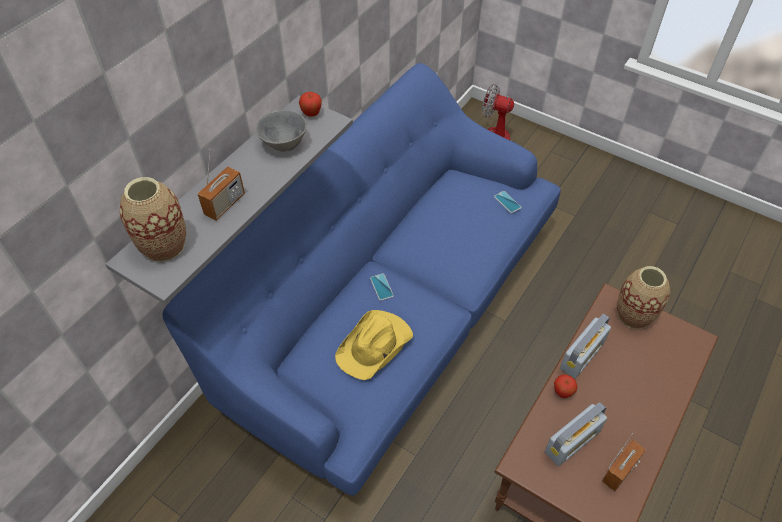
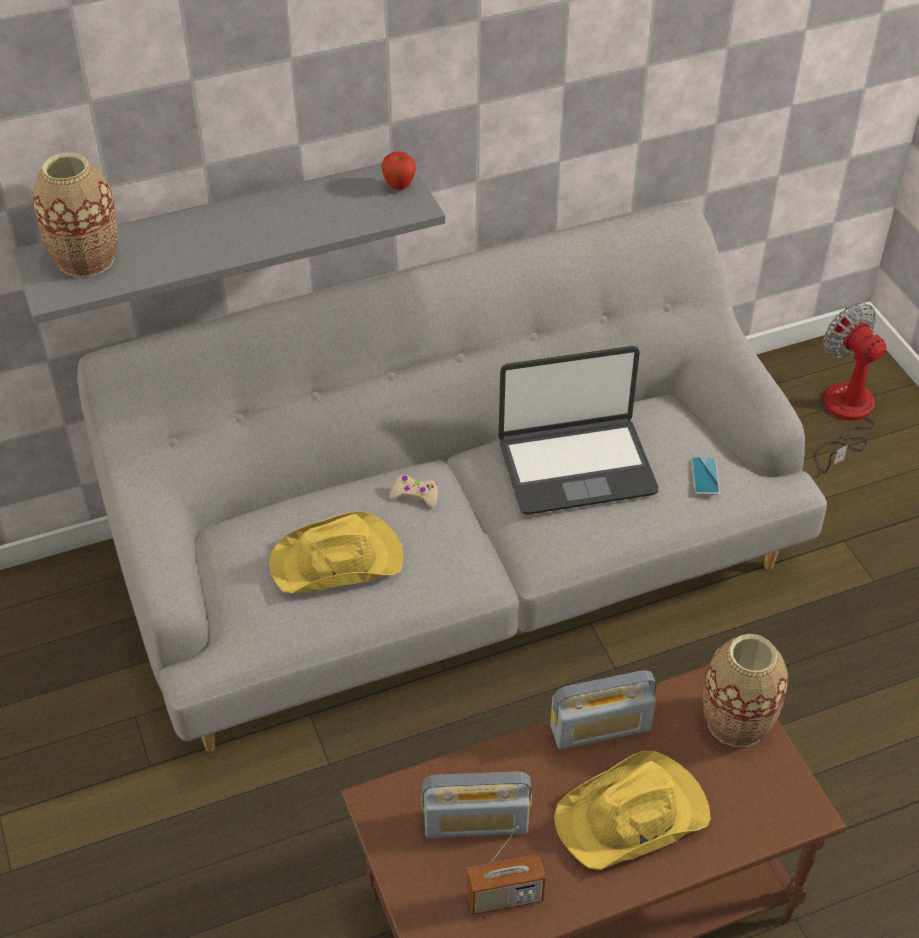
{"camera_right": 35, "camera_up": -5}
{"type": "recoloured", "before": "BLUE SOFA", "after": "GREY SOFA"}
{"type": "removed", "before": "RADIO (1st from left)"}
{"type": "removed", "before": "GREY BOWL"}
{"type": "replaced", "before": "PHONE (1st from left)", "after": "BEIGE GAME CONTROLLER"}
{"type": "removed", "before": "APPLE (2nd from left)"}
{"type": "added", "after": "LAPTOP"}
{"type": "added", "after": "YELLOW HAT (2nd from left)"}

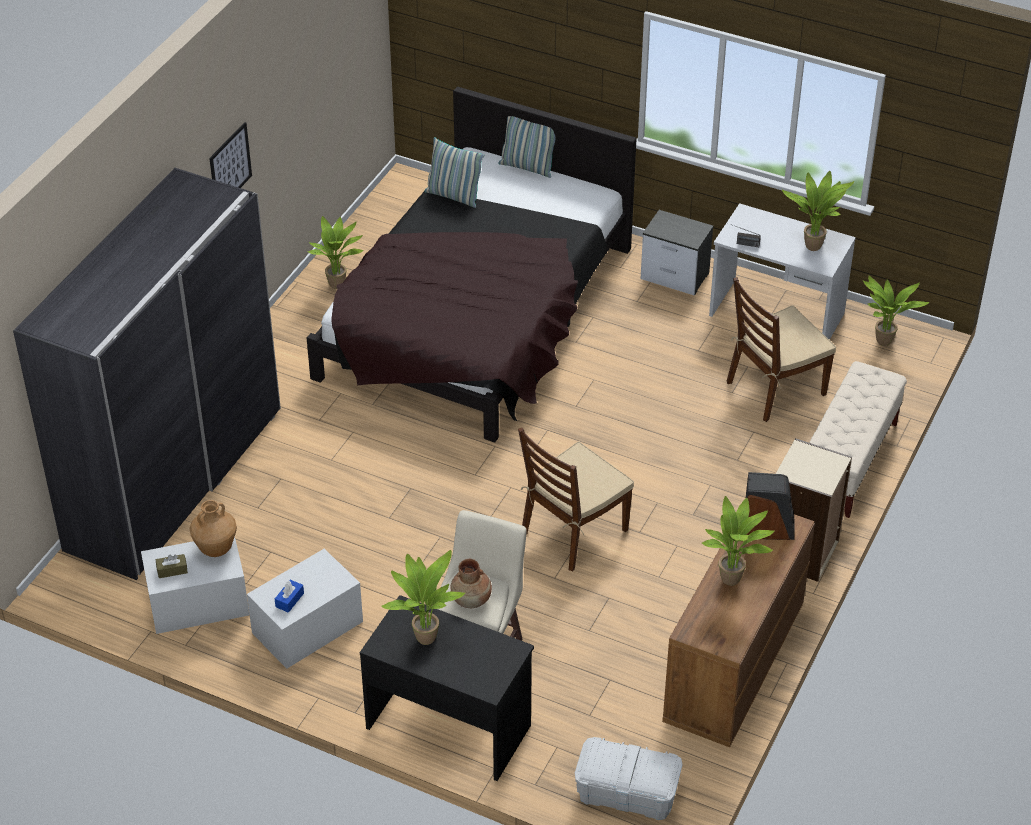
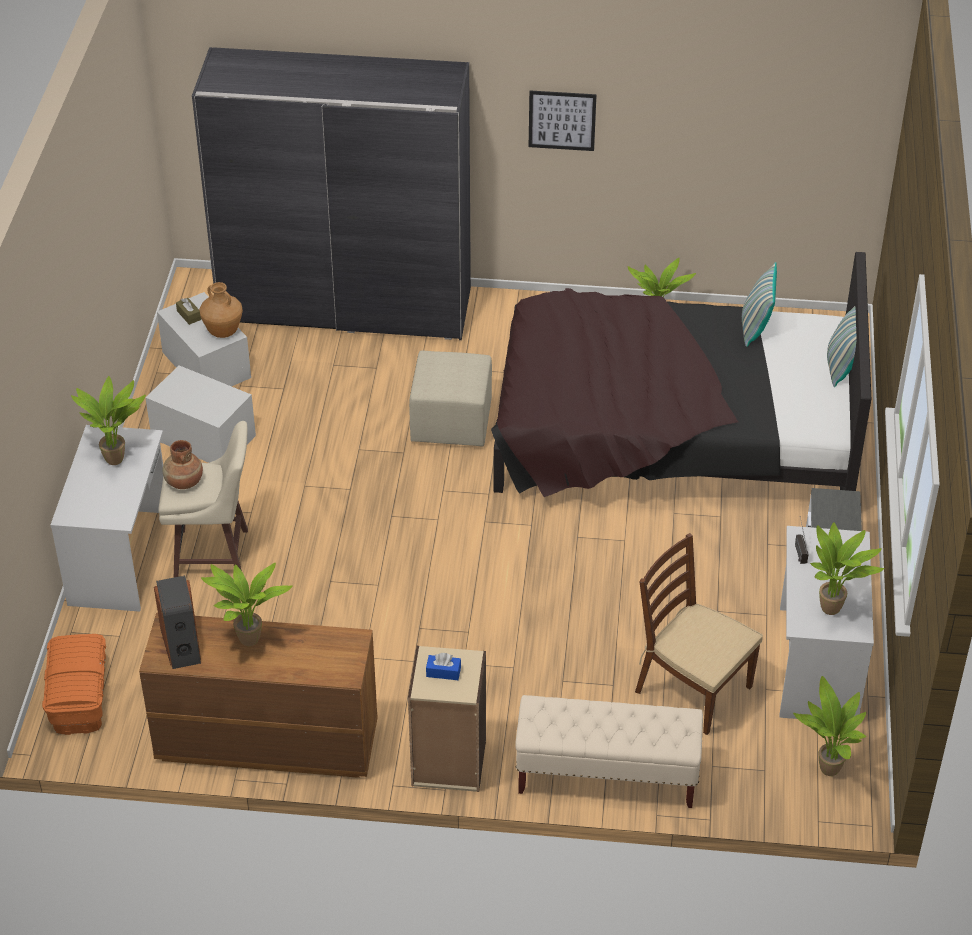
{"camera_right": 70, "camera_up": 0}
{"type": "moved", "before": "BLUE TISSUE BOX"}
{"type": "recoloured", "before": "BLACK DESK", "after": "WHITE DESK (1st from left)"}
{"type": "removed", "before": "BROWN CHAIR (1st from left)"}
{"type": "recoloured", "before": "WHITE STORAGE BOX (3rd from left)", "after": "ORANGE STORAGE BOX"}
{"type": "moved", "before": "SPEAKER"}
{"type": "added", "after": "BEIGE OTTOMAN"}

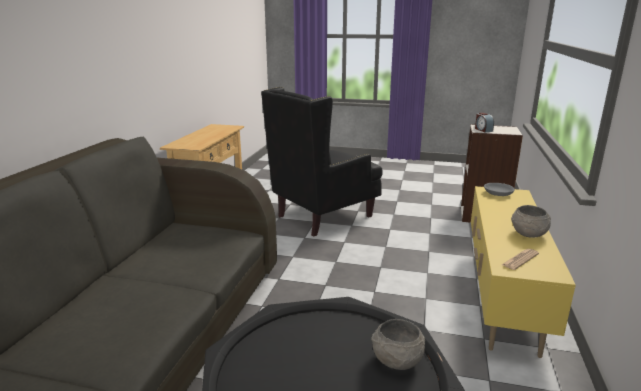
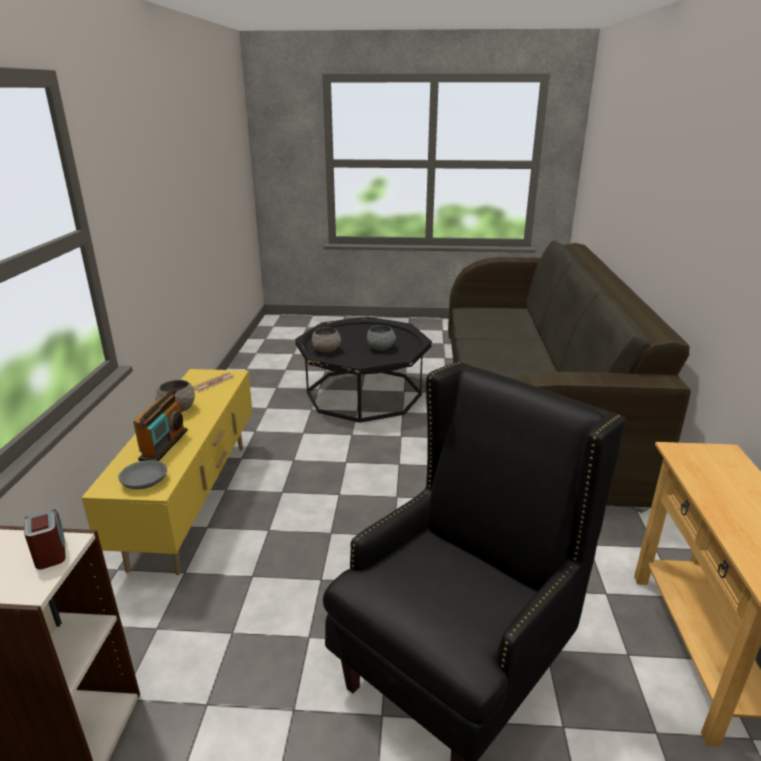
{"camera_right": 170, "camera_up": 5}
{"type": "added", "after": "RADIO"}
{"type": "added", "after": "GREY BOWL (4th from left)"}

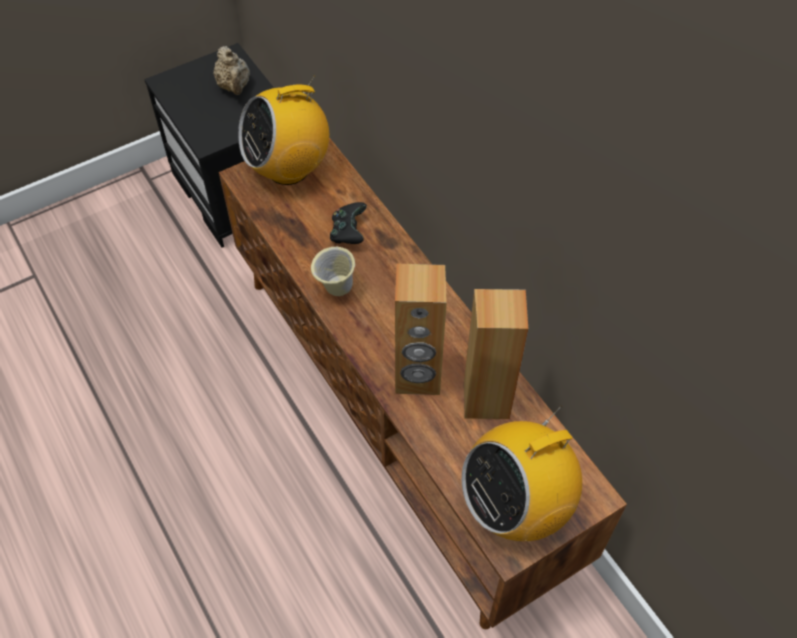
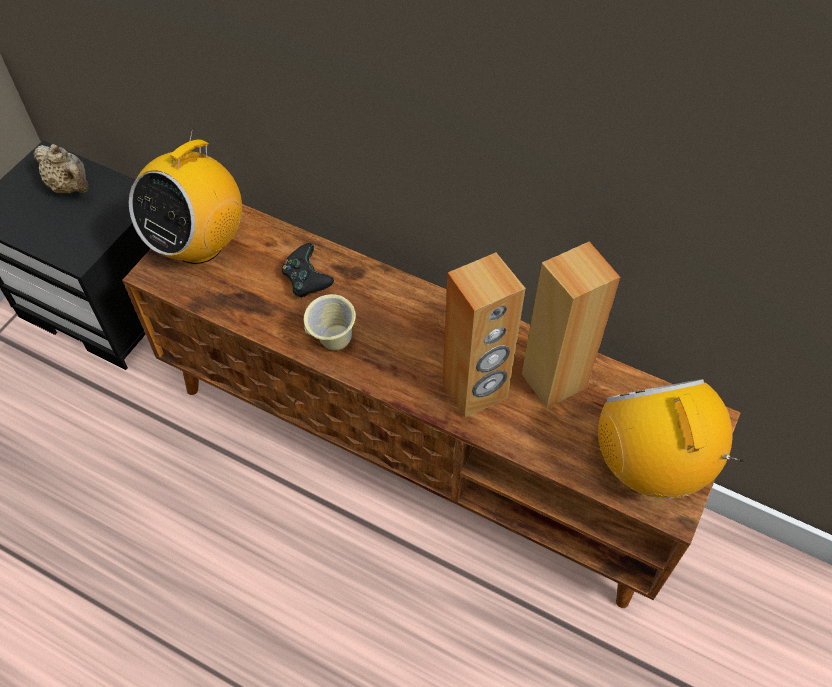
{"camera_right": -30, "camera_up": 0}
{"type": "turned", "before": "RADIO (2nd from left)", "turn": 135}

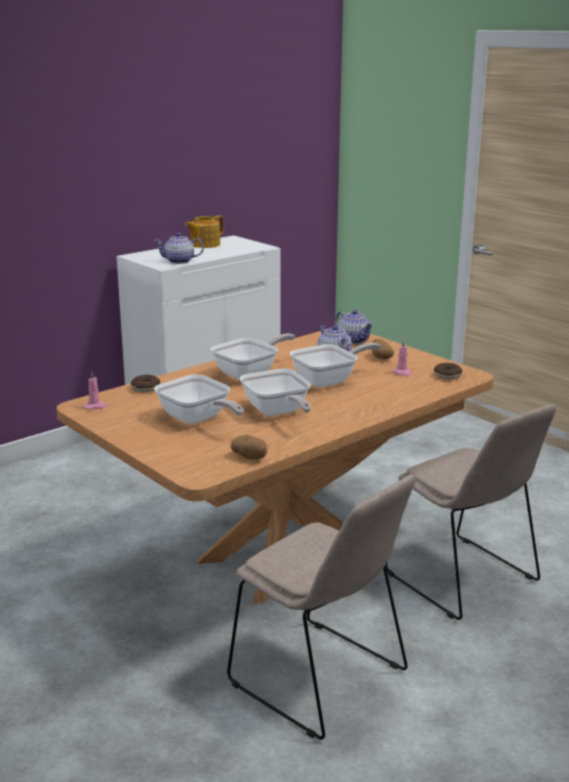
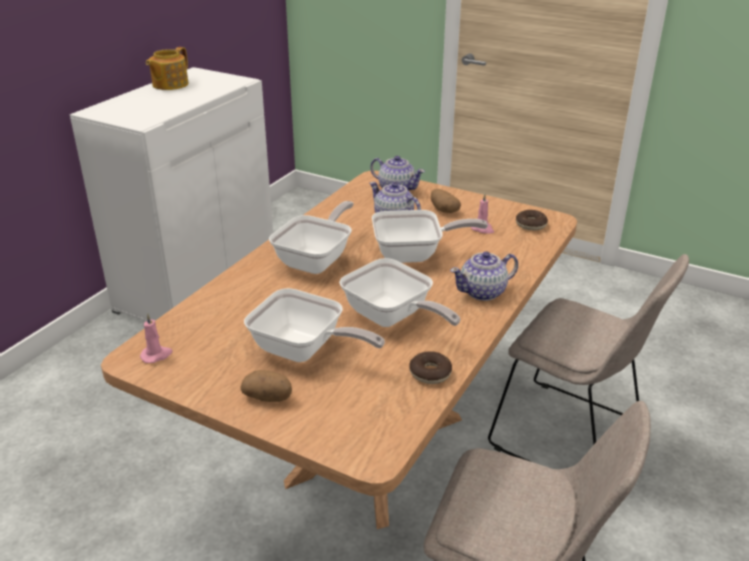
{"camera_right": -20, "camera_up": 10}
{"type": "moved", "before": "DONUT (1st from left)"}
{"type": "moved", "before": "TEAPOT (1st from left in the first image)", "after": "TEAPOT (4th from left)"}
{"type": "moved", "before": "POTATO (1st from left)"}
{"type": "turned", "before": "FRYING PAN (4th from left)", "turn": 45}

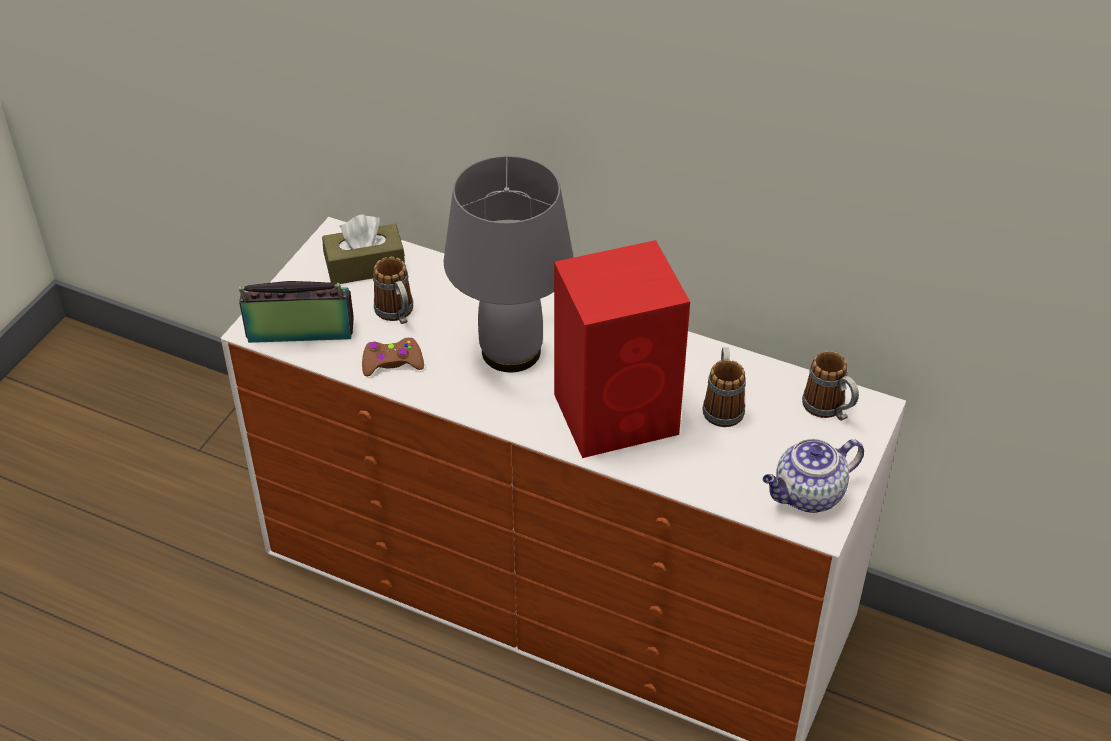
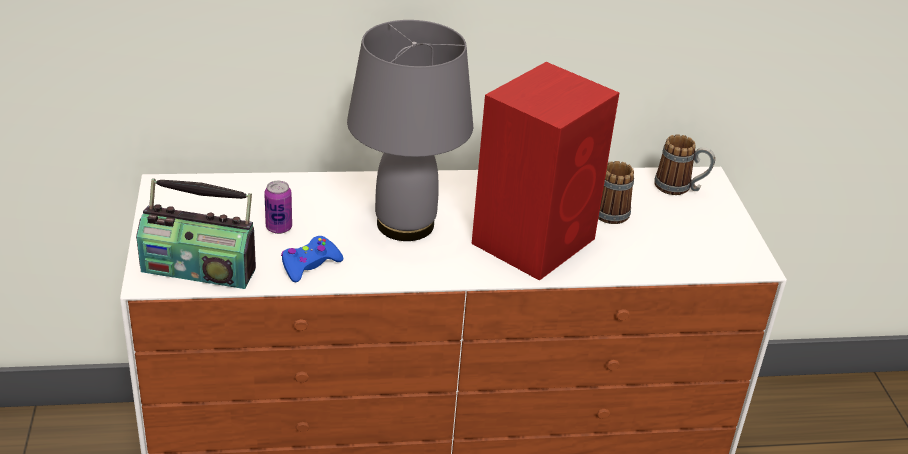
{"camera_right": -35, "camera_up": -10}
{"type": "turned", "before": "RADIO", "turn": -135}
{"type": "removed", "before": "BROWN TISSUE BOX"}
{"type": "recoloured", "before": "BROWN GAME CONTROLLER", "after": "BLUE GAME CONTROLLER"}
{"type": "replaced", "before": "MUG (1st from left)", "after": "CAN"}
{"type": "removed", "before": "TEAPOT"}

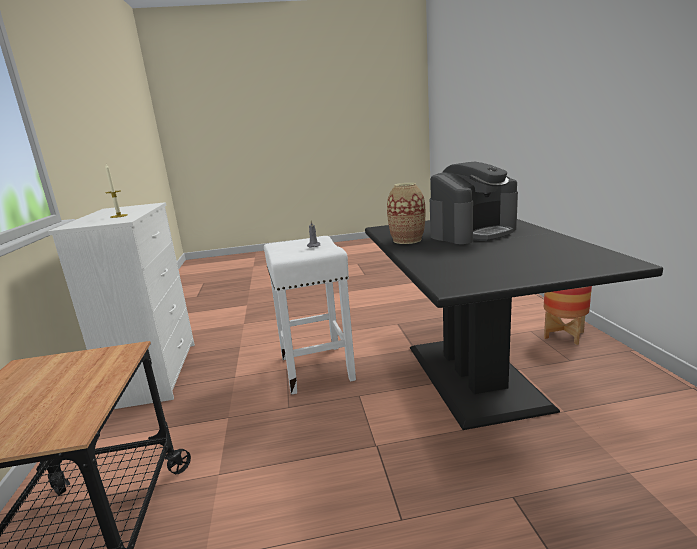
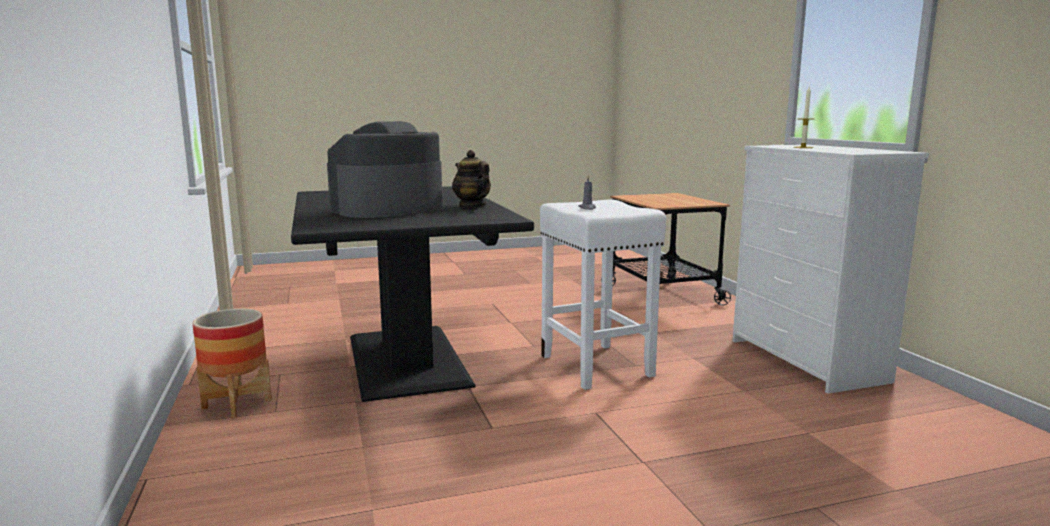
{"camera_right": 170, "camera_up": -5}
{"type": "replaced", "before": "VASE", "after": "TEAPOT"}

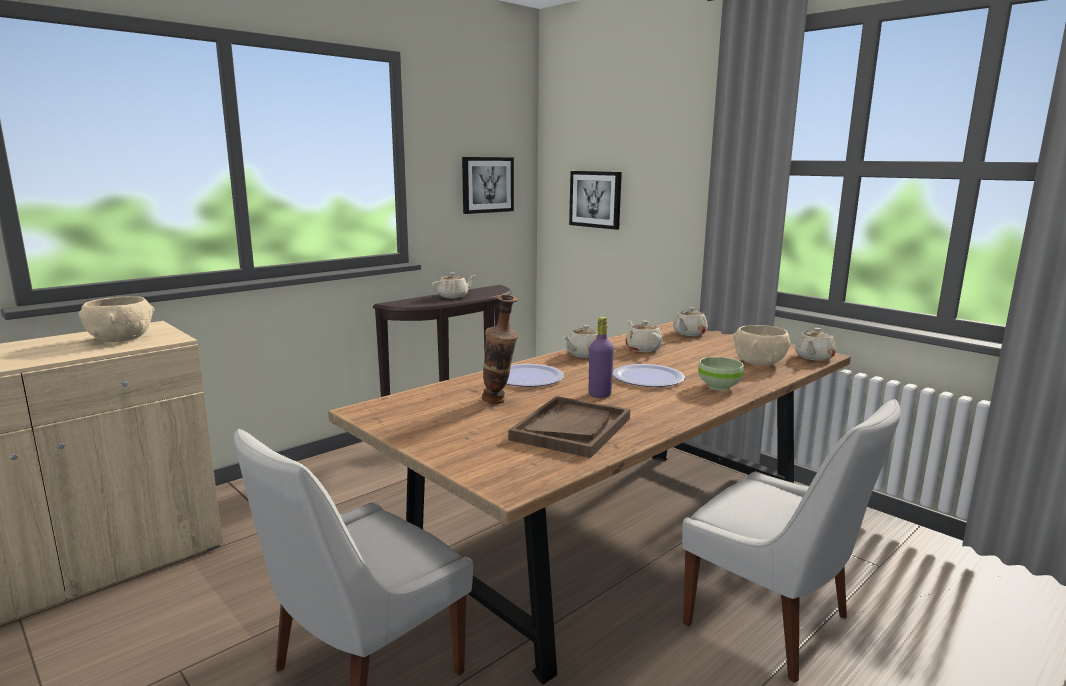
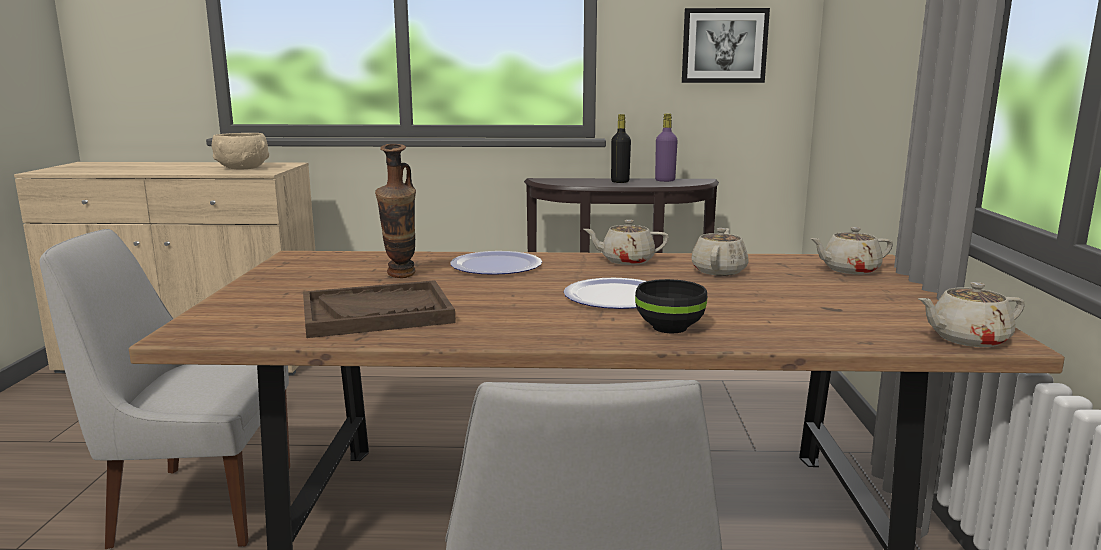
{"camera_right": 45, "camera_up": 0}
{"type": "replaced", "before": "BEIGE TEAPOT (1st from left)", "after": "BLACK BOTTLE"}
{"type": "removed", "before": "PICTURE (2nd from left)"}
{"type": "moved", "before": "PURPLE BOTTLE"}
{"type": "recoloured", "before": "GREEN BOWL", "after": "BLACK BOWL"}
{"type": "removed", "before": "BEIGE BOWL (2nd from left)"}

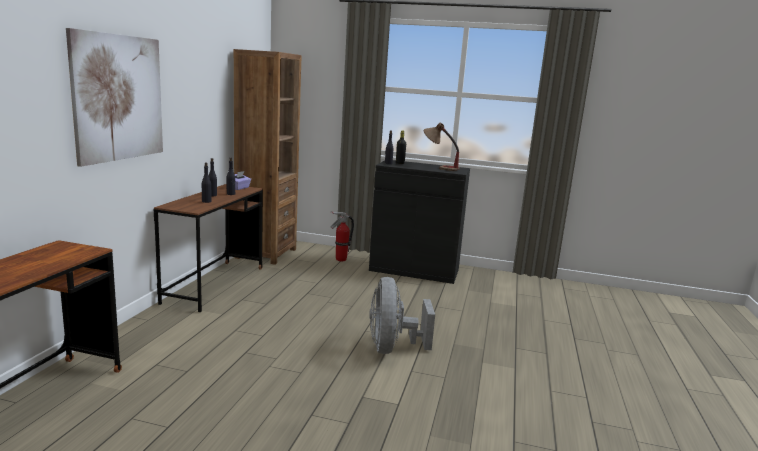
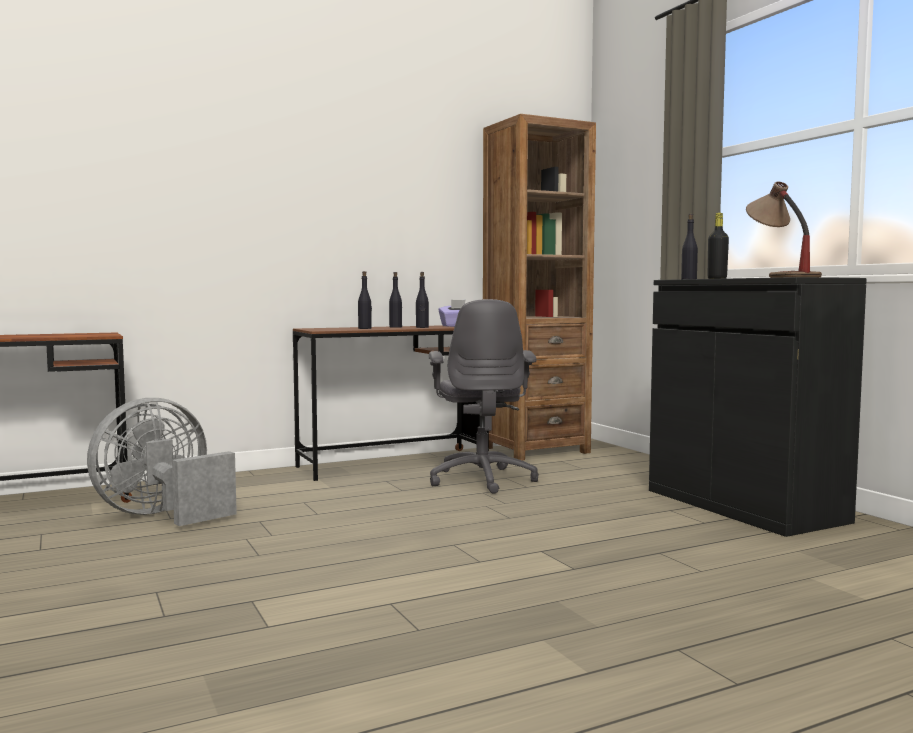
{"camera_right": 50, "camera_up": -10}
{"type": "removed", "before": "PICTURE"}
{"type": "removed", "before": "FIRE EXTINGUISHER"}
{"type": "moved", "before": "GREY FAN"}
{"type": "added", "after": "GREY OFFICE CHAIR"}

